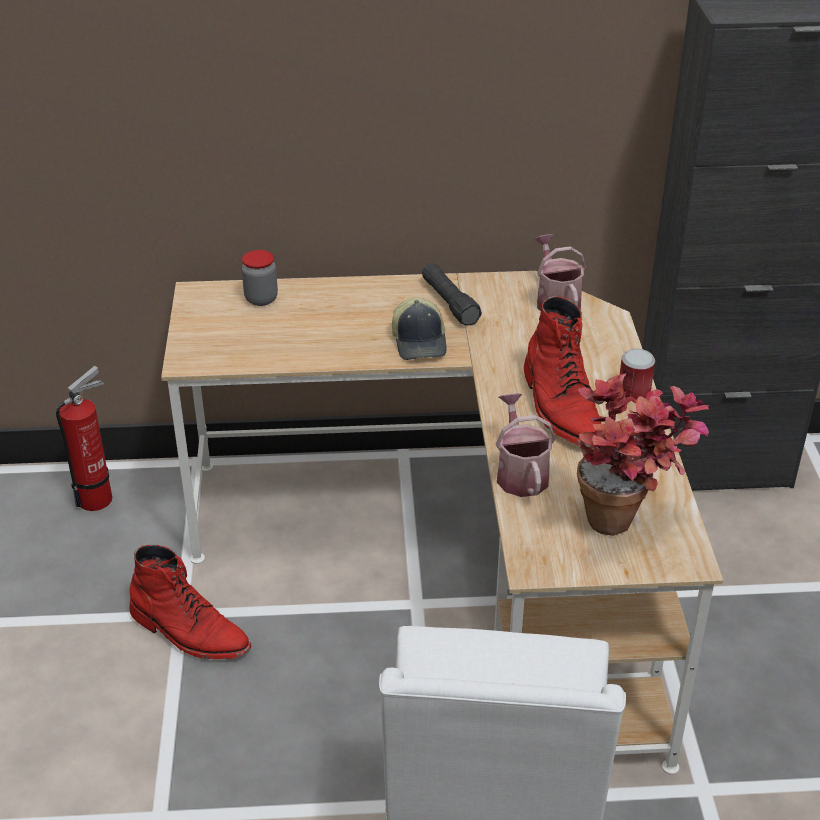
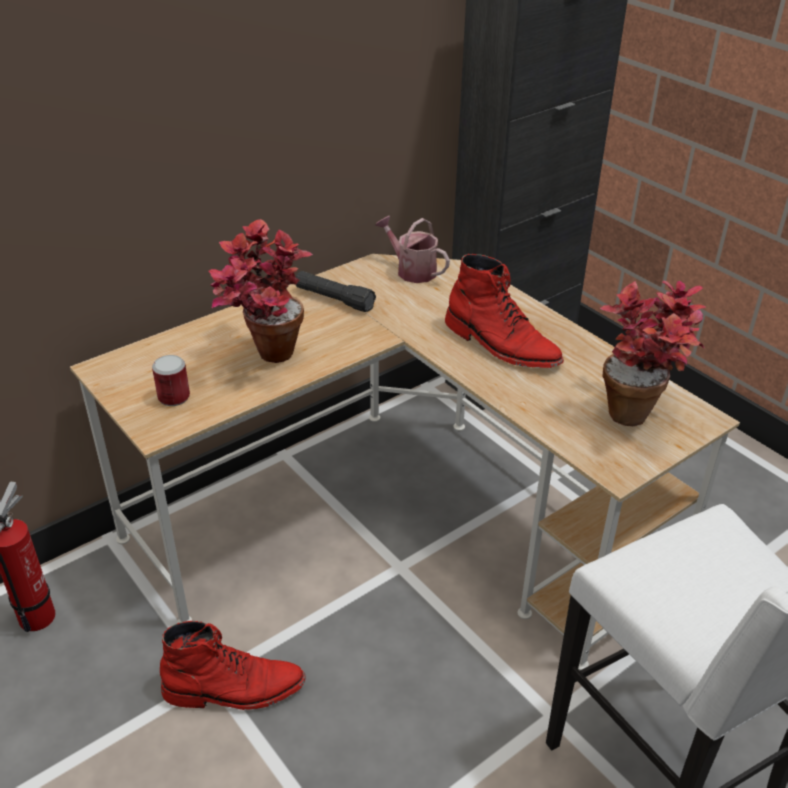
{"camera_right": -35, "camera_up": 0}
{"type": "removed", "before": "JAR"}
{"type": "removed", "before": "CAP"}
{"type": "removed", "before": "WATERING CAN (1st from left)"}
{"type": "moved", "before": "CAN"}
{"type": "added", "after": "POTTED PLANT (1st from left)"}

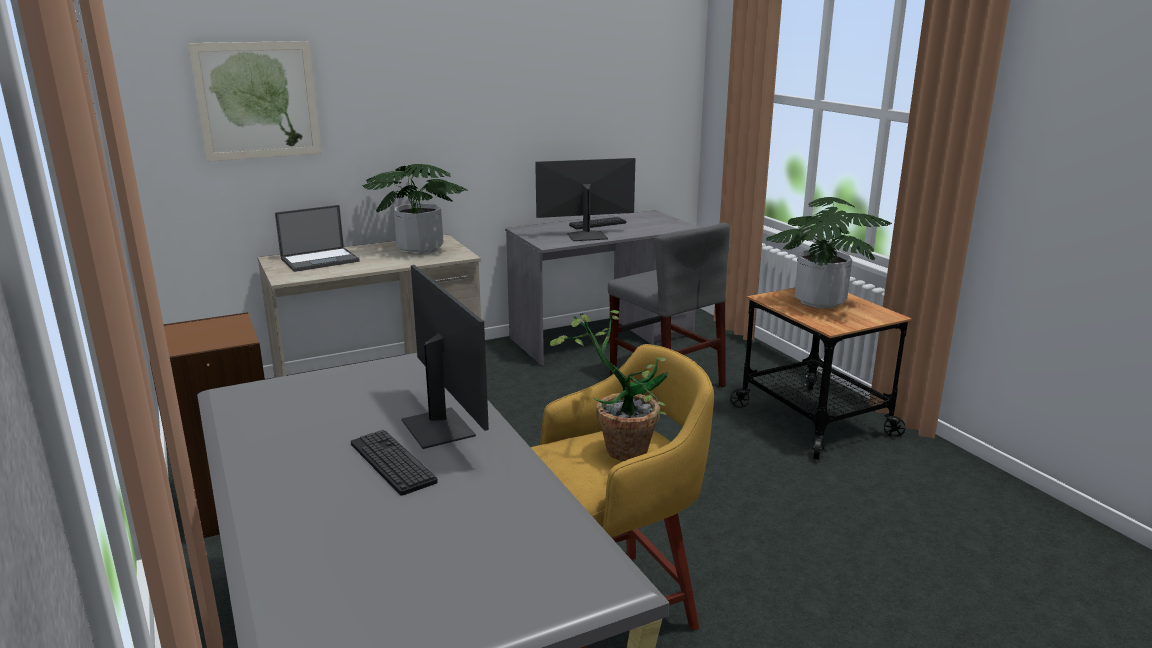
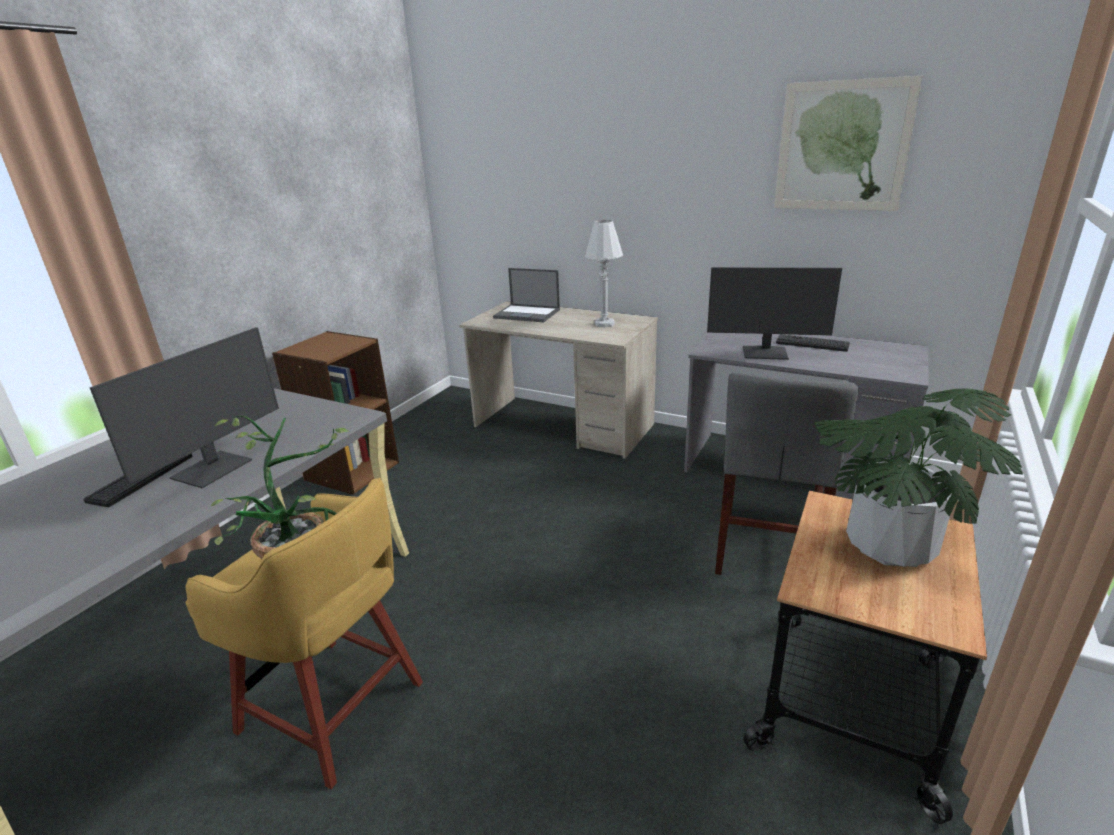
{"camera_right": 55, "camera_up": 5}
{"type": "moved", "before": "PICTURE"}
{"type": "replaced", "before": "POTTED PLANT (1st from left)", "after": "WHITE TABLE LAMP"}
{"type": "turned", "before": "MONITOR (2nd from left)", "turn": 150}

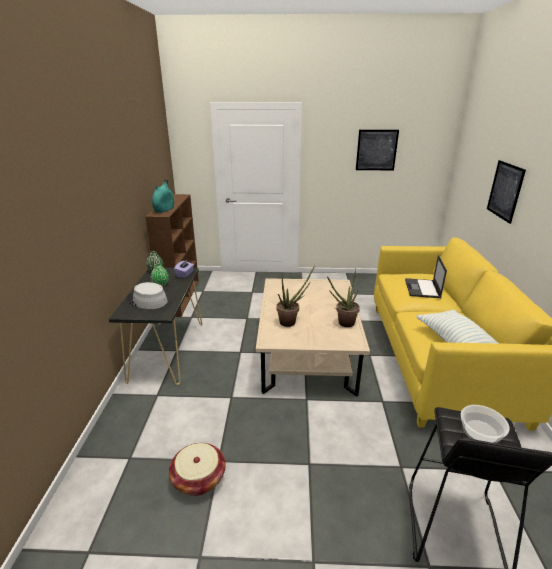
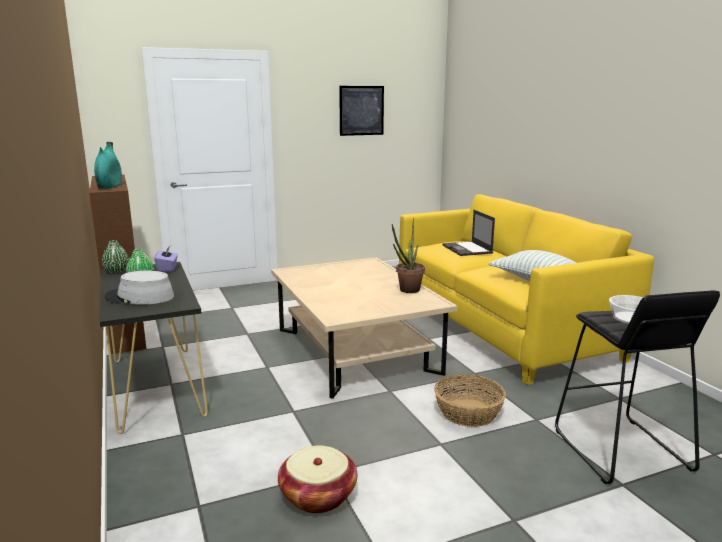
{"camera_right": -25, "camera_up": -10}
{"type": "removed", "before": "POTTED PLANT (1st from left)"}
{"type": "removed", "before": "PICTURE (2nd from left)"}
{"type": "added", "after": "BASKET (2nd from left)"}

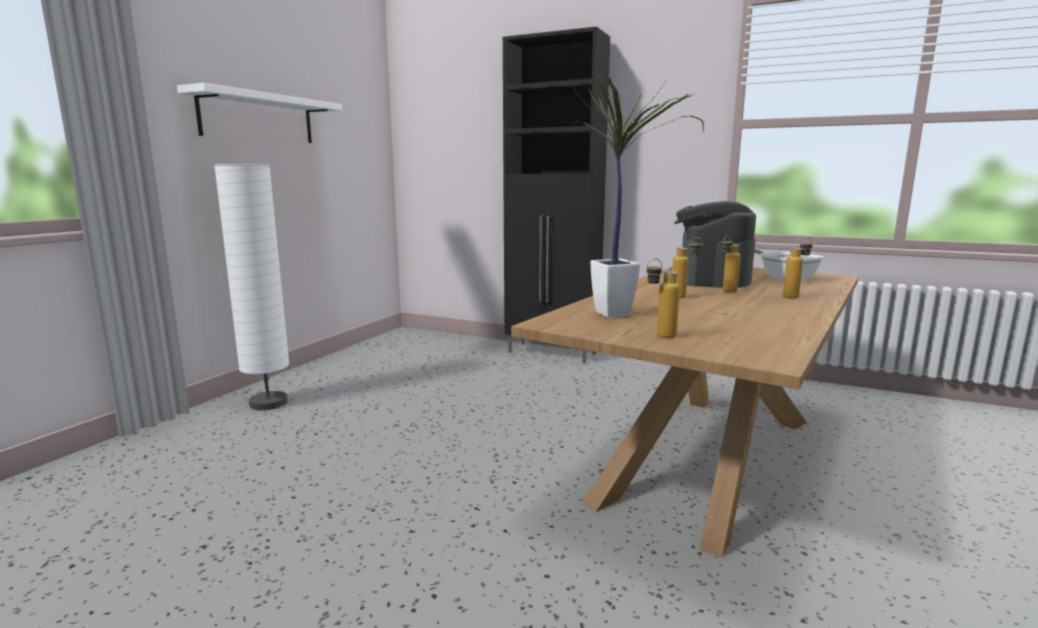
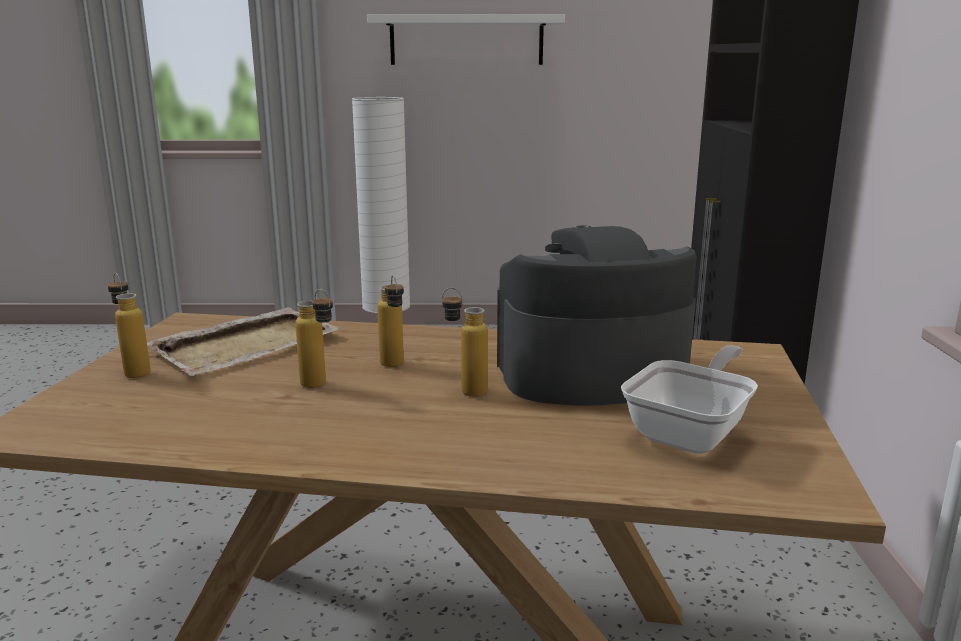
{"camera_right": 65, "camera_up": 5}
{"type": "replaced", "before": "POTTED PLANT", "after": "BEIGE TRAY"}
{"type": "moved", "before": "BOTTLE (4th from left in the first image)", "after": "BOTTLE (2nd from left)"}

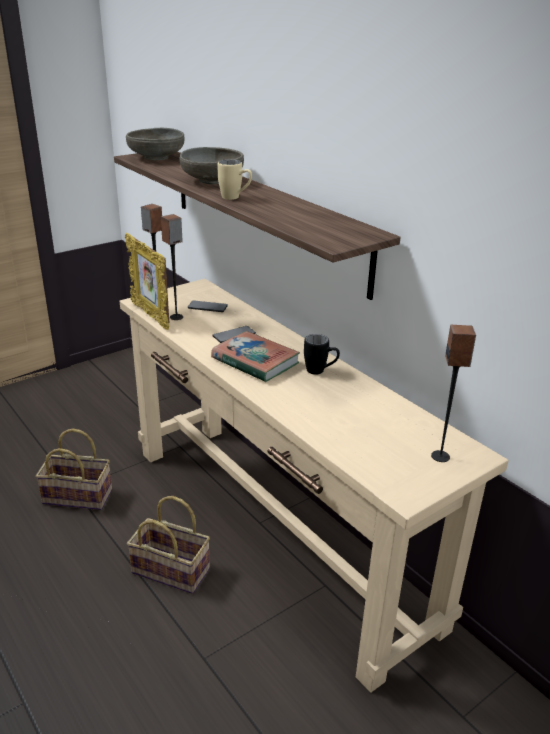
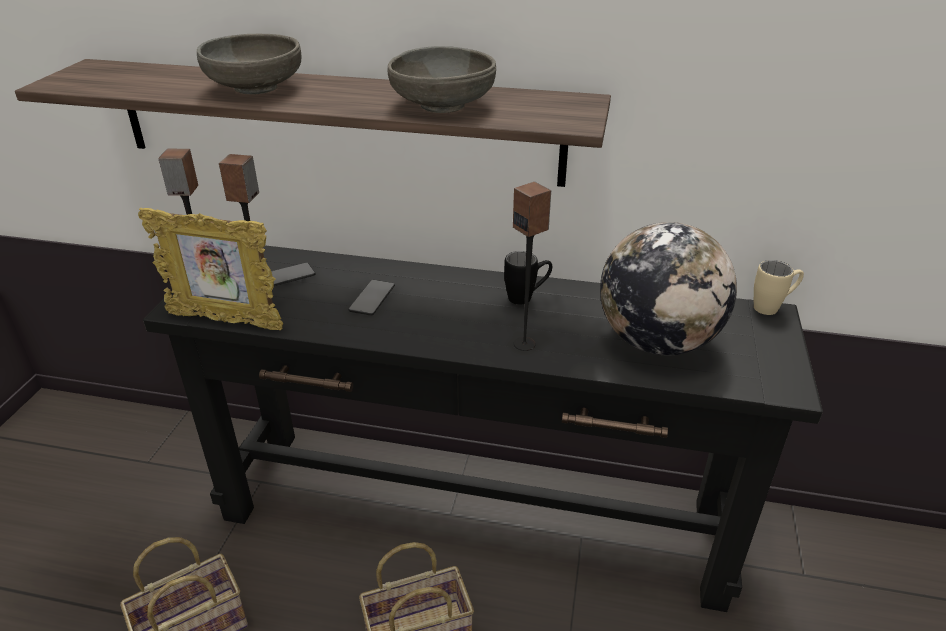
{"camera_right": -40, "camera_up": 5}
{"type": "recoloured", "before": "BEIGE CONSOLE TABLE", "after": "BLACK CONSOLE TABLE"}
{"type": "moved", "before": "GREY BOWL (1st from left in the first image)", "after": "GREY BOWL (2nd from left)"}
{"type": "removed", "before": "BOOK"}
{"type": "moved", "before": "BEIGE MUG"}
{"type": "moved", "before": "SPEAKER (3rd from left)"}
{"type": "added", "after": "GLOBE"}

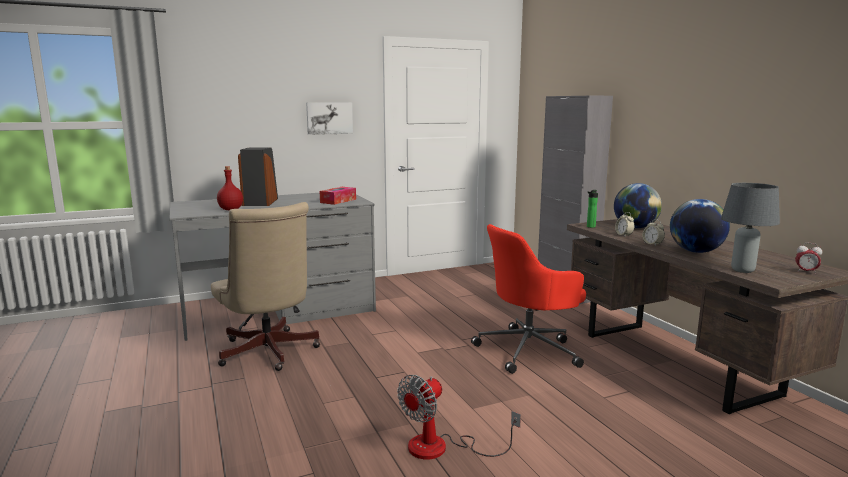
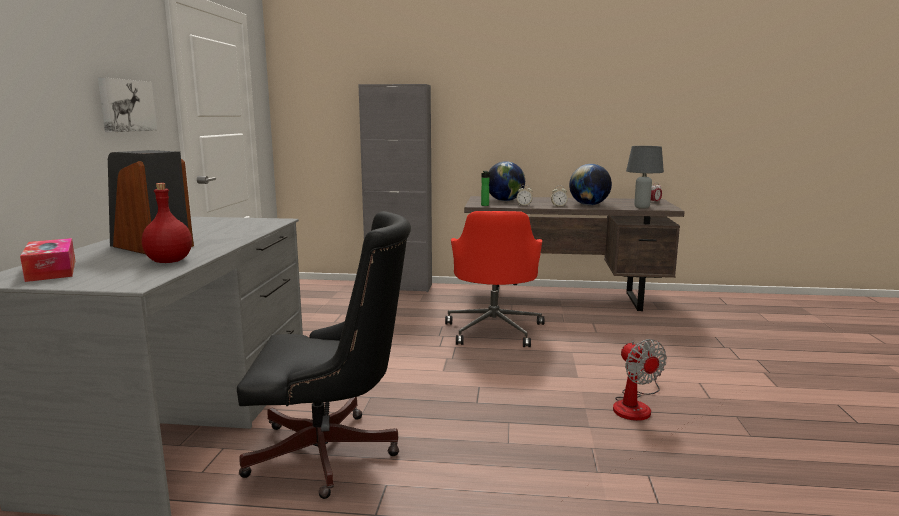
{"camera_right": -60, "camera_up": 0}
{"type": "recoloured", "before": "BEIGE OFFICE CHAIR", "after": "BLACK OFFICE CHAIR"}
{"type": "moved", "before": "TISSUE BOX"}

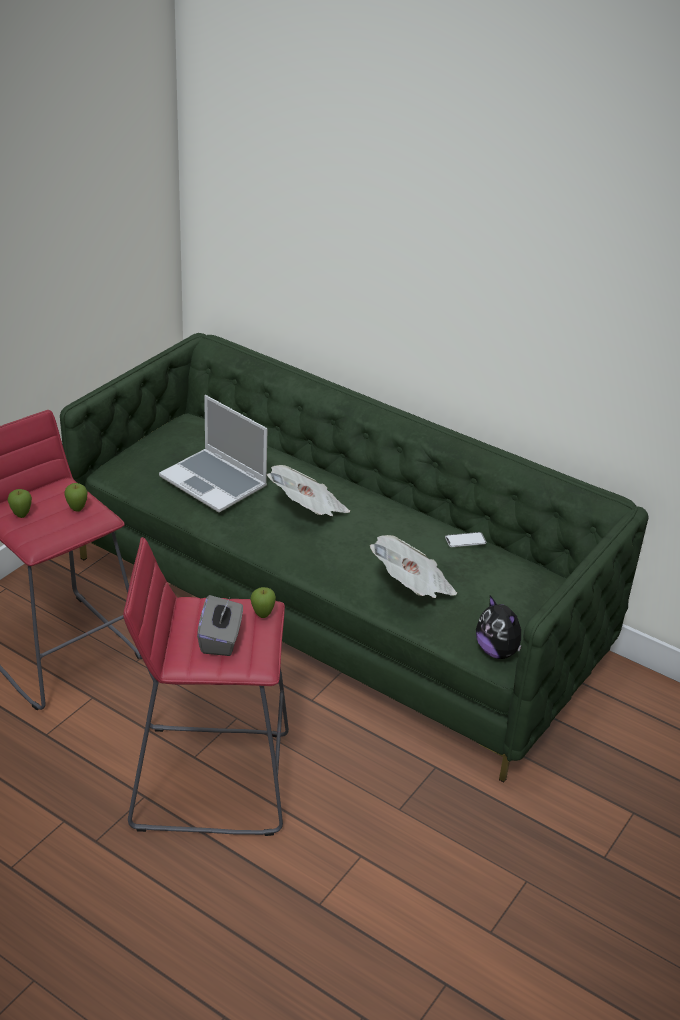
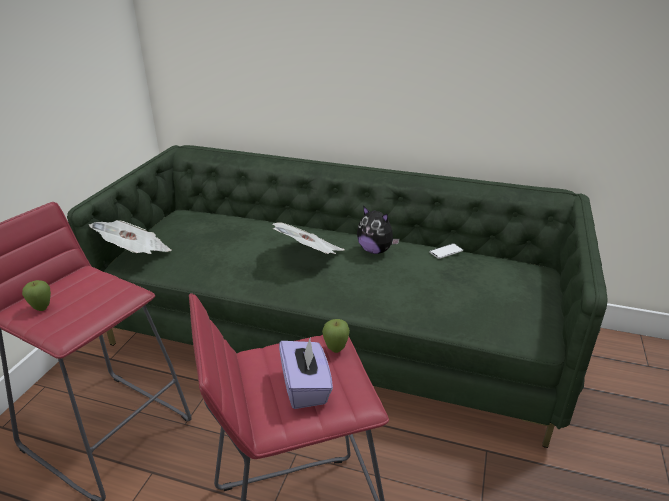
{"camera_right": -15, "camera_up": -5}
{"type": "removed", "before": "APPLE (2nd from left)"}
{"type": "removed", "before": "LAPTOP"}
{"type": "recoloured", "before": "GREY TISSUE BOX", "after": "PURPLE TISSUE BOX"}
{"type": "moved", "before": "NEWSPAPER (2nd from left in the first image)", "after": "NEWSPAPER (1st from left)"}
{"type": "moved", "before": "PLUSH TOY"}

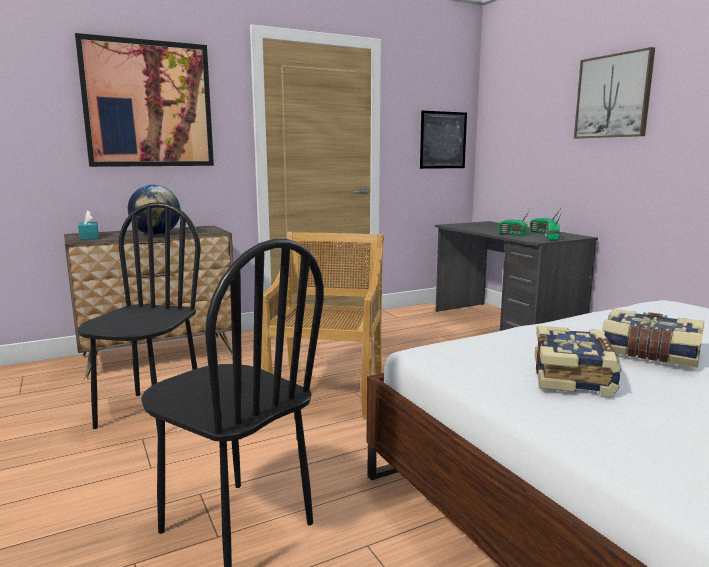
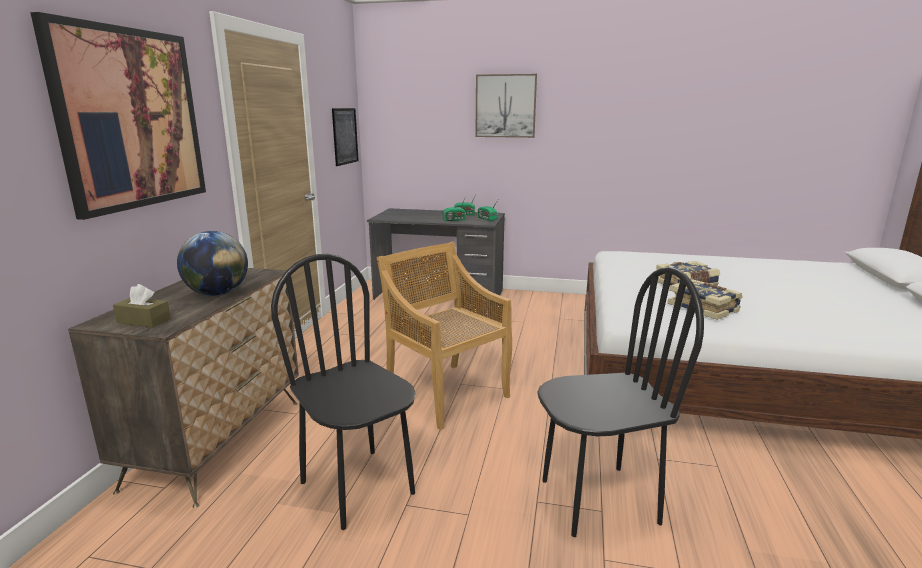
{"camera_right": -50, "camera_up": 5}
{"type": "recoloured", "before": "TURQUOISE TISSUE BOX", "after": "BROWN TISSUE BOX"}

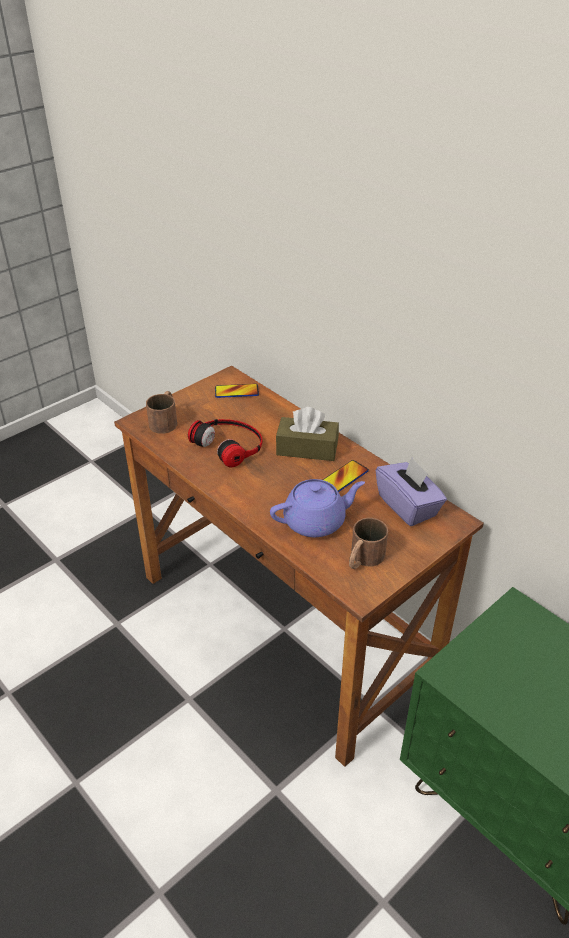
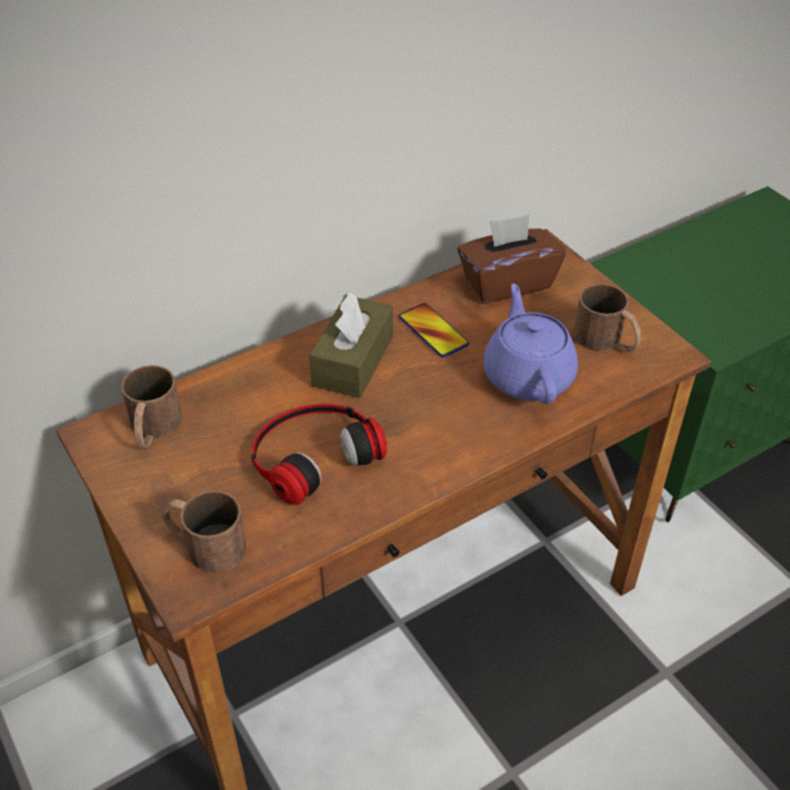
{"camera_right": -80, "camera_up": 5}
{"type": "replaced", "before": "PHONE (1st from left)", "after": "BROWN MUG (1st from left)"}
{"type": "recoloured", "before": "PURPLE TISSUE BOX", "after": "BROWN TISSUE BOX (2nd from left)"}

